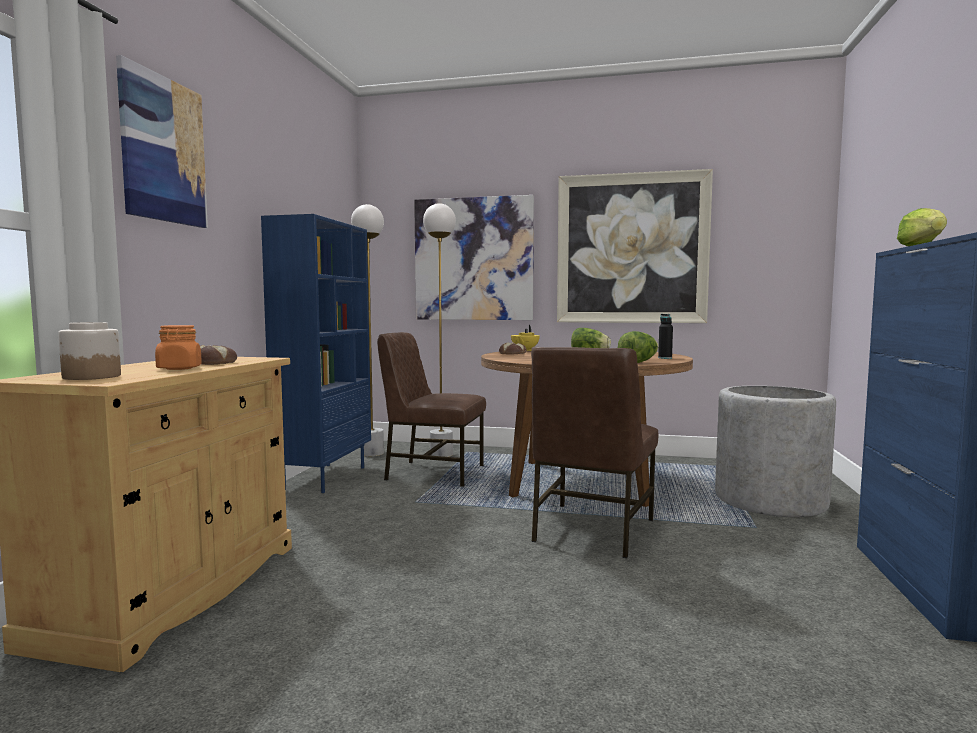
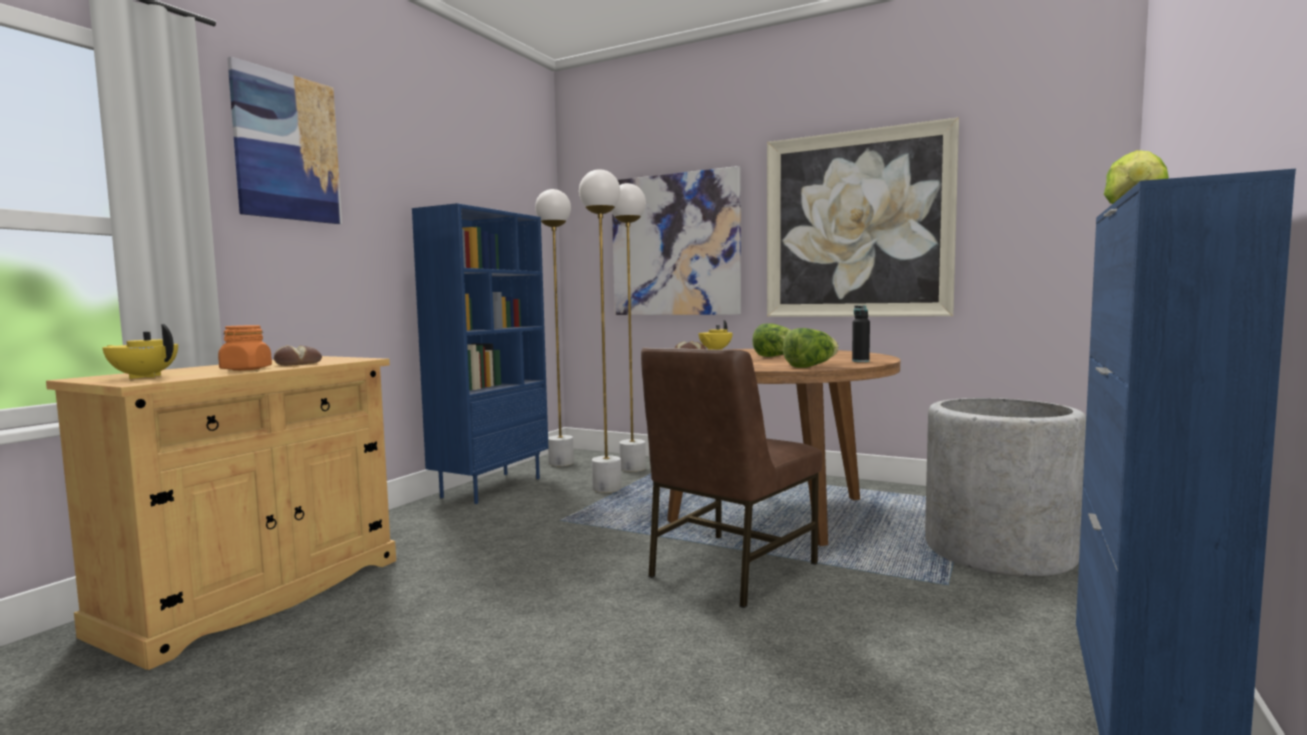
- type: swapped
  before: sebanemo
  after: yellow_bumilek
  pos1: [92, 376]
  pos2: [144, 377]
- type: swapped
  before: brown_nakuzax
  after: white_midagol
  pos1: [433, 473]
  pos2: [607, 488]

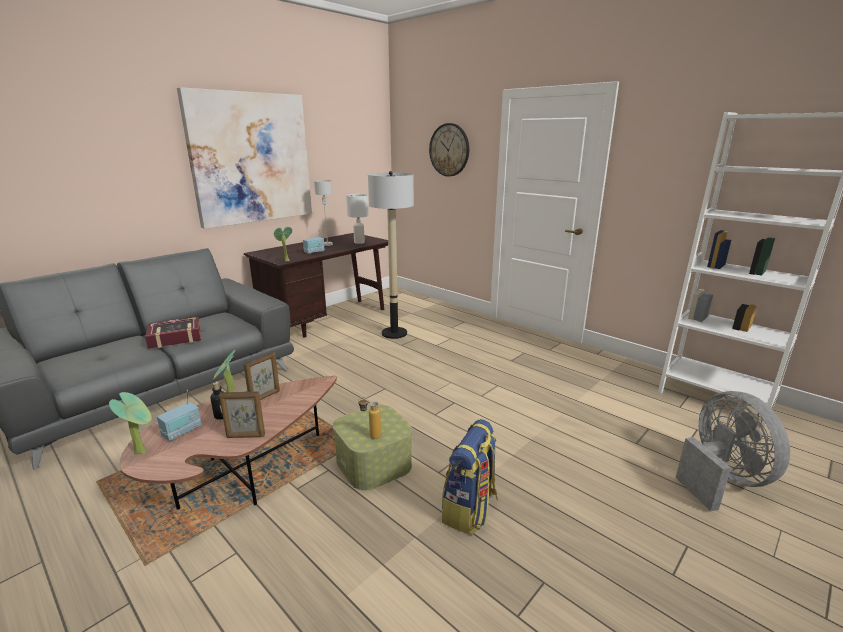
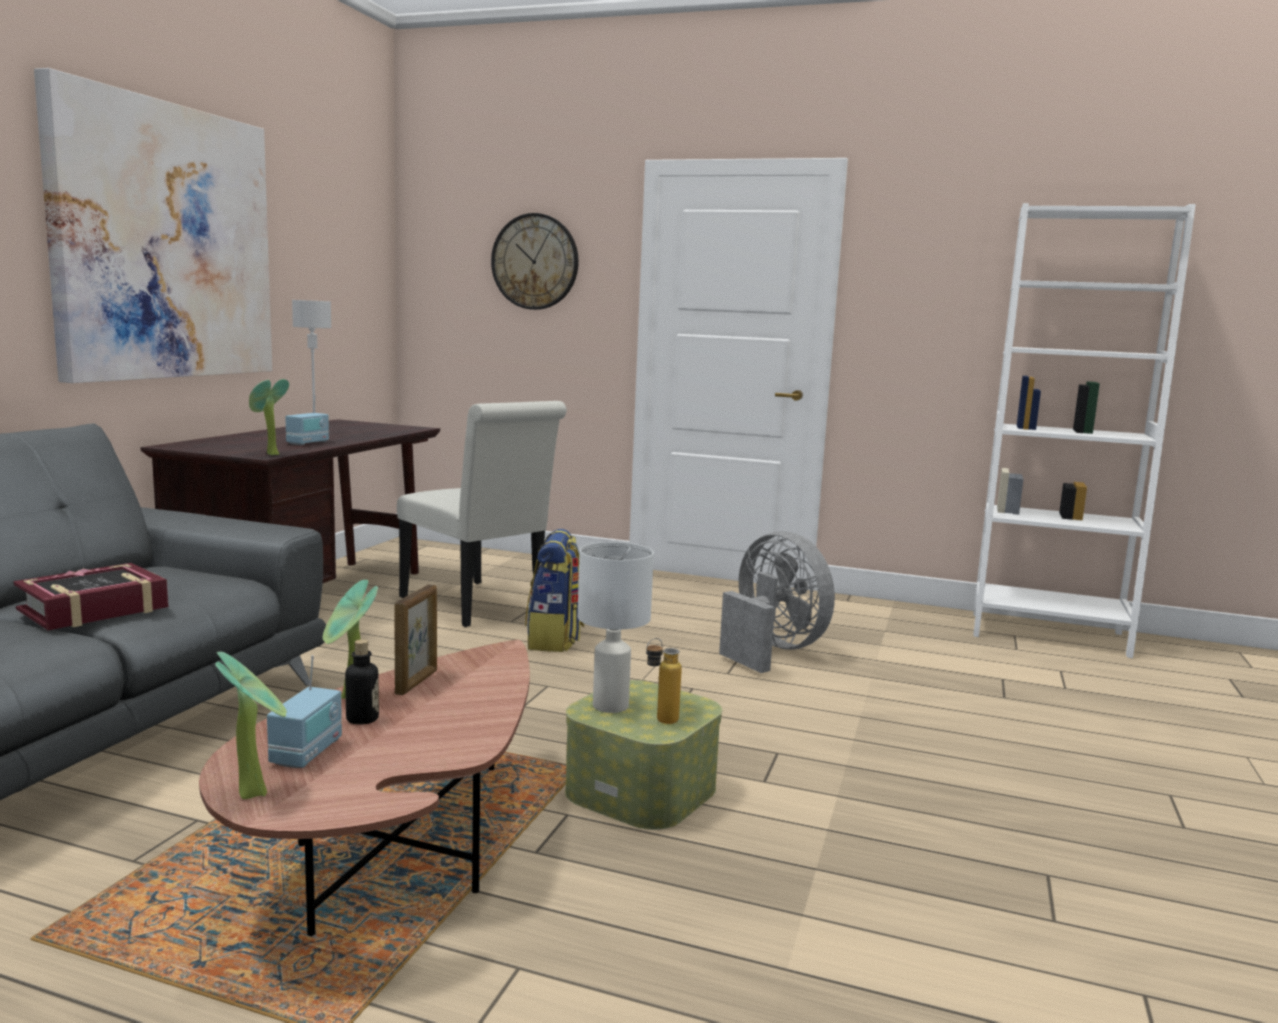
- type: swapped
  before: midagol
  after: white_nakuzax
  pos1: [394, 333]
  pos2: [478, 606]
- type: shifted
  before: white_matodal
  pos1: [359, 242]
  pos2: [611, 706]
- type: gone
  before: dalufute
  pos1: [246, 436]
- type: shifted
  before: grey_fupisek
  pos1: [721, 479]
  pos2: [772, 650]
- type: shifted
  before: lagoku
  pos1: [470, 510]
  pos2: [555, 640]

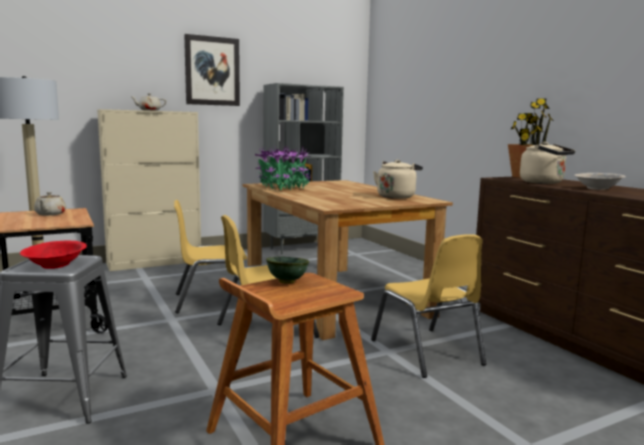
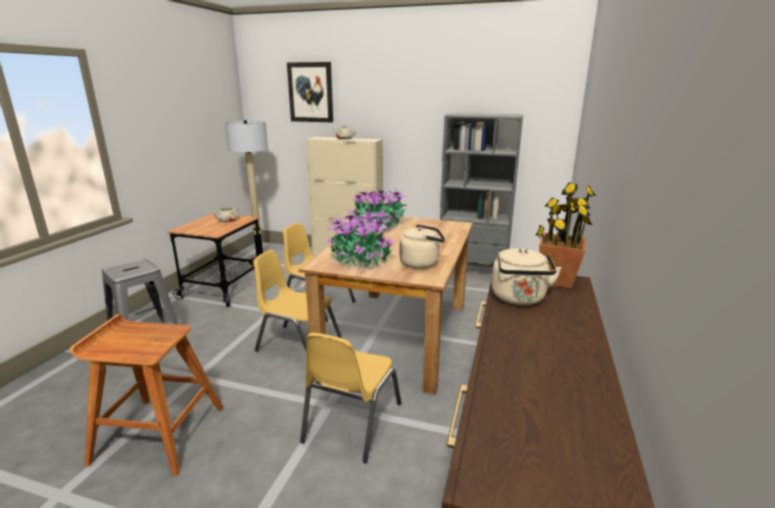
- type: shifted
  before: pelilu
  pos1: [212, 71]
  pos2: [310, 92]
- type: gone
  before: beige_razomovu
  pos1: [598, 188]
- type: gone
  before: red_razomovu
  pos1: [55, 265]
- type: gone
  before: green_razomovu
  pos1: [286, 282]
- type: new
  after: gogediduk
  pos2: [360, 259]

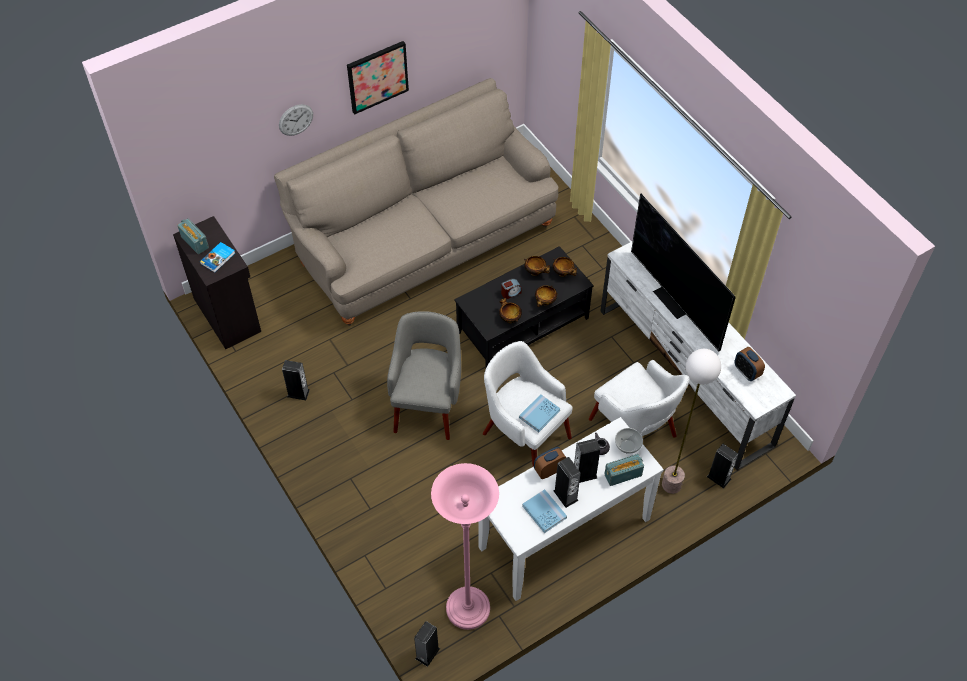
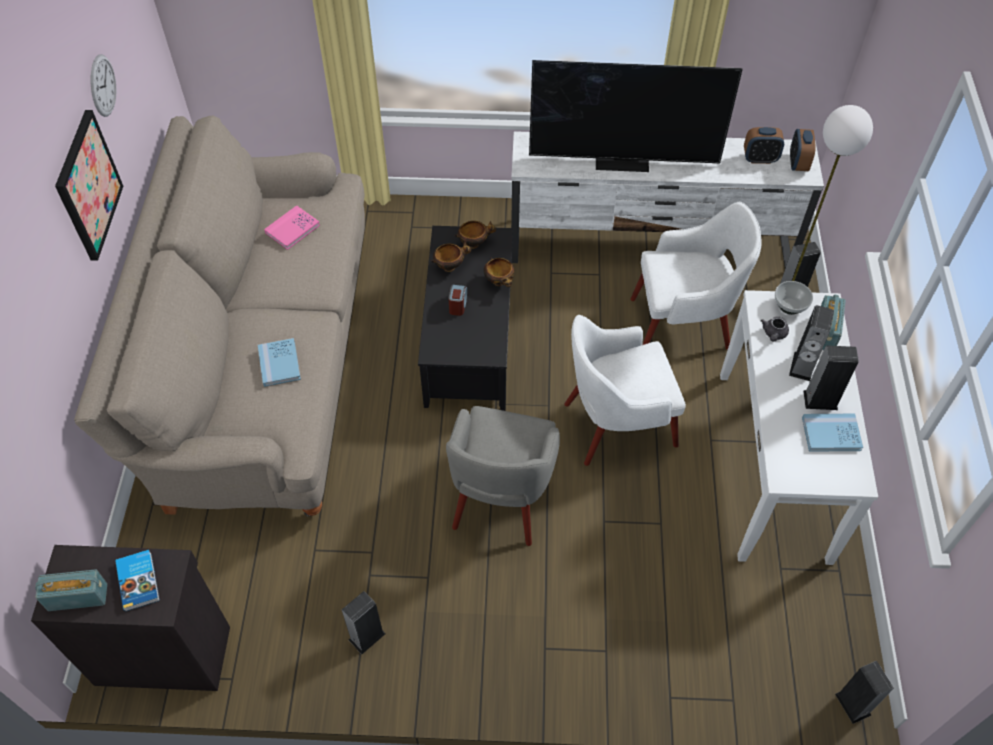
- type: shifted
  before: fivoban
  pos1: [296, 120]
  pos2: [103, 85]
- type: gone
  before: razomovu
  pos1: [509, 319]
- type: rotated
  before: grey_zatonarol
  pos1: [428, 404]
  pos2: [501, 497]
  turn: -120
- type: shifted
  before: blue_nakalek
  pos1: [539, 414]
  pos2: [279, 364]
- type: shifted
  before: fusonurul
  pos1: [549, 470]
  pos2: [797, 163]
- type: gone
  before: pink_midagol
  pos1: [468, 609]
- type: new
  after: pink_nakalek
  pos2: [292, 229]

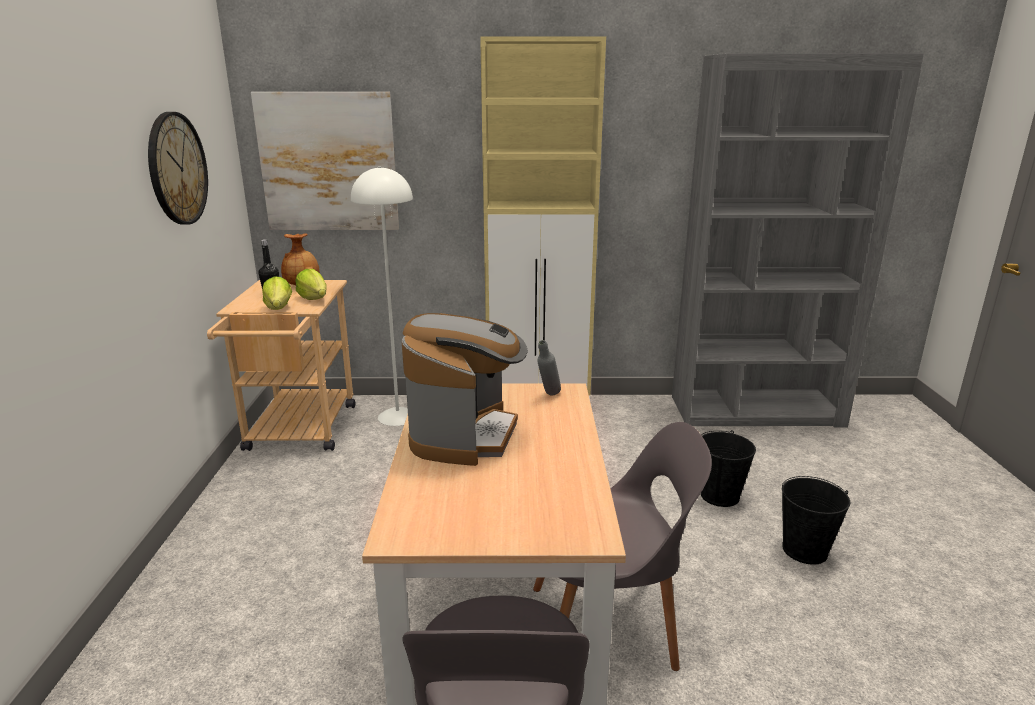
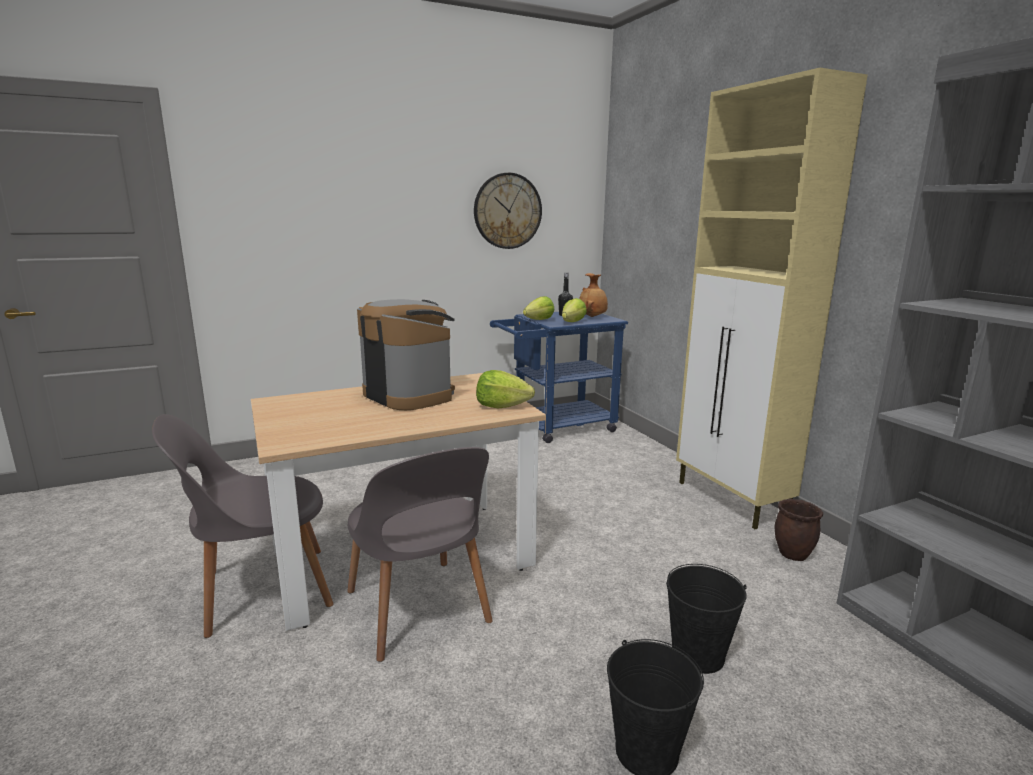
- type: gone
  before: pelilu
  pos1: [328, 162]
- type: gone
  before: white_midagol
  pos1: [398, 416]
- type: repainted
  before: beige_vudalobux
  after: blue_vudalobux
  pos1: [299, 433]
  pos2: [556, 427]
- type: rotated
  before: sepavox
  pos1: [465, 435]
  pos2: [409, 395]
  turn: -120
- type: swapped
  before: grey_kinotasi
  after: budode
  pos1: [548, 396]
  pos2: [502, 406]
- type: new
  after: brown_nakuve
  pos2: [793, 555]

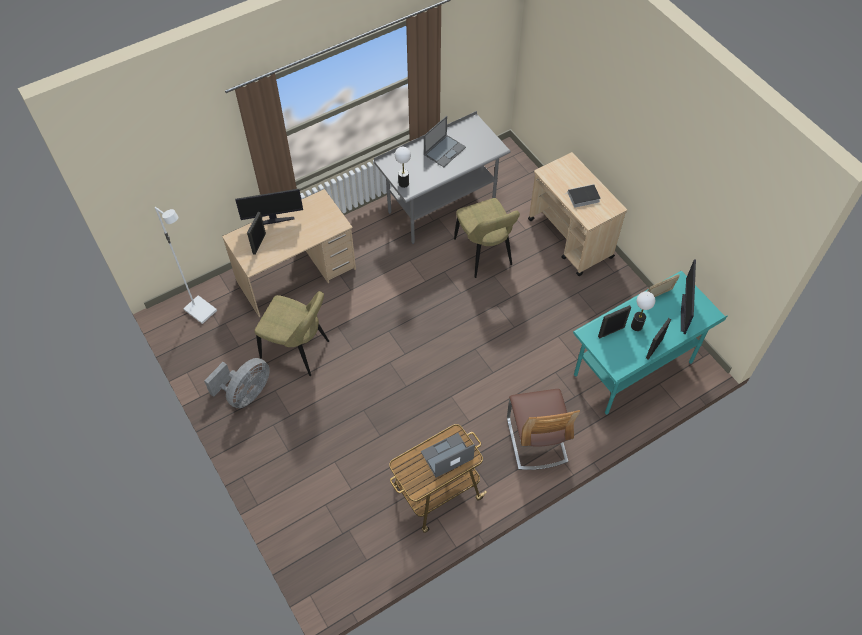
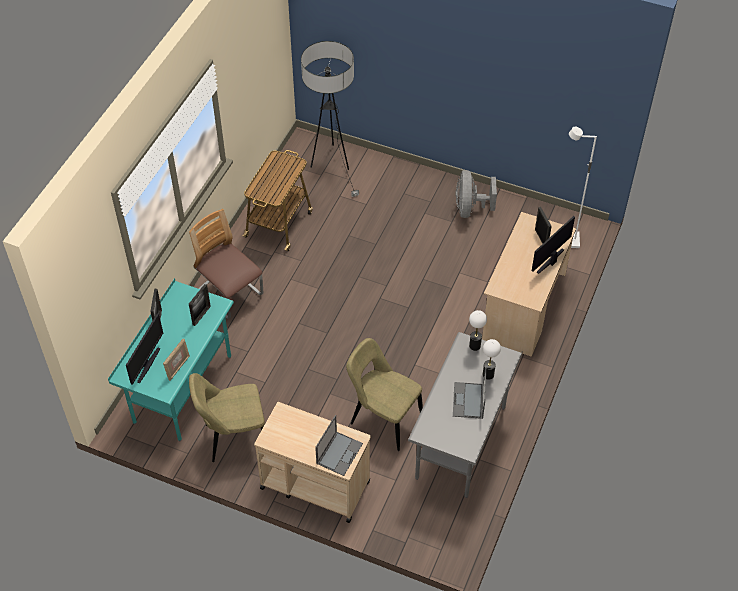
- type: gone
  before: nakalek
  pos1: [582, 197]
- type: rotated
  before: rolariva
  pos1: [684, 313]
  pos2: [147, 365]
  turn: 45
- type: shifted
  before: beige_nakuzax
  pos1: [298, 350]
  pos2: [234, 438]
- type: shifted
  before: matodal
  pos1: [636, 326]
  pos2: [488, 375]
- type: shifted
  before: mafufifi
  pos1: [446, 456]
  pos2: [339, 453]
- type: new
  after: midagol
  pos2: [332, 164]

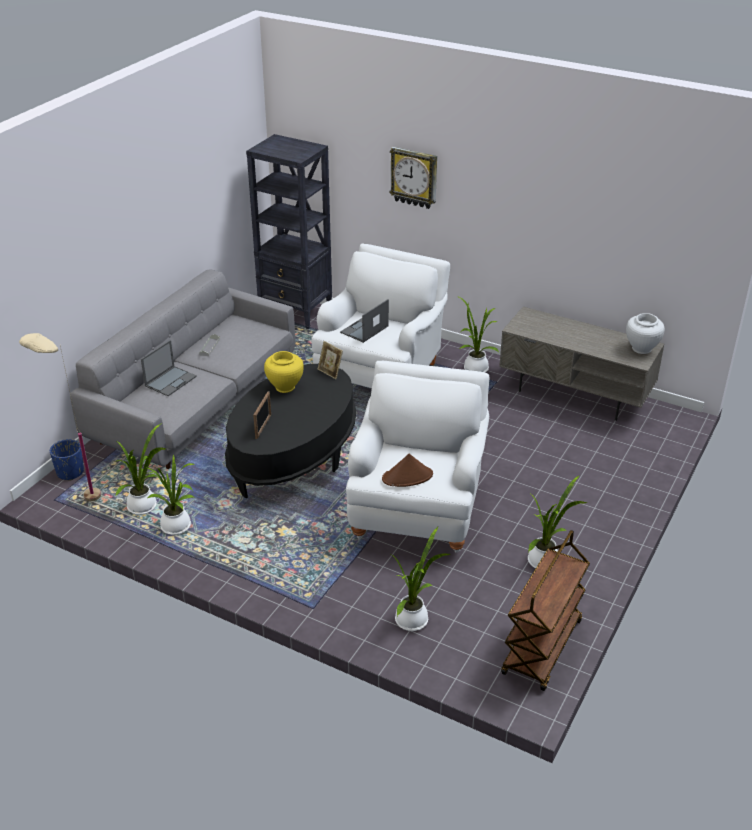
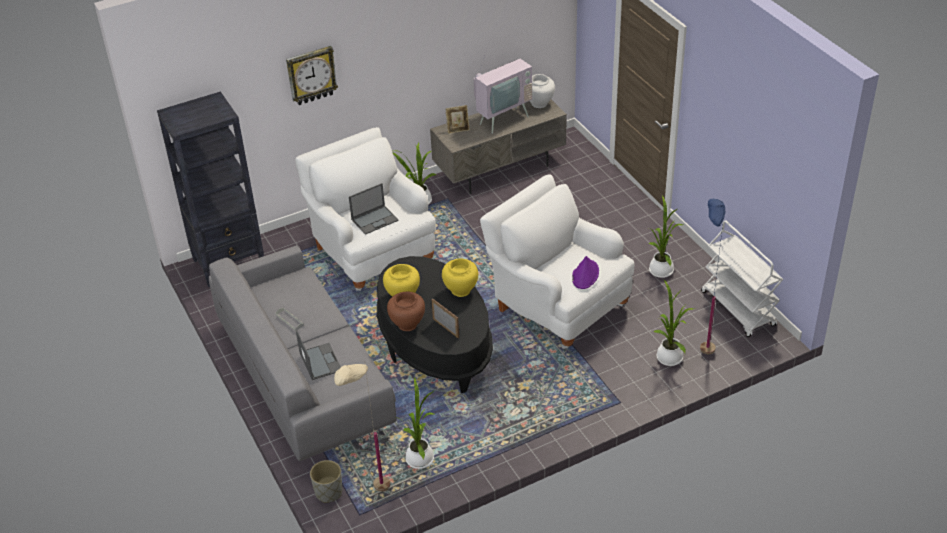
- type: rotated
  before: mafufifi
  pos1: [364, 329]
  pos2: [375, 220]
  turn: -105
- type: shifted
  before: dalufute
  pos1: [330, 372]
  pos2: [458, 129]
- type: repainted
  before: blue_nakuve
  after: grey_nakuve
  pos1: [70, 472]
  pos2: [328, 492]
- type: gone
  before: gogediduk
  pos1: [177, 527]
- type: repainted
  before: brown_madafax
  after: purple_madafax
  pos1: [407, 477]
  pos2: [585, 275]
- type: repainted
  before: brown_vudalobux
  after: white_vudalobux
  pos1: [542, 648]
  pos2: [738, 309]
- type: new
  after: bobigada
  pos2: [501, 118]
- type: new
  after: blue_midagol
  pos2: [703, 343]
- type: new
  after: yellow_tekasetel
  pos2: [461, 290]
- type: new
  after: brown_tekasetel
  pos2: [407, 324]

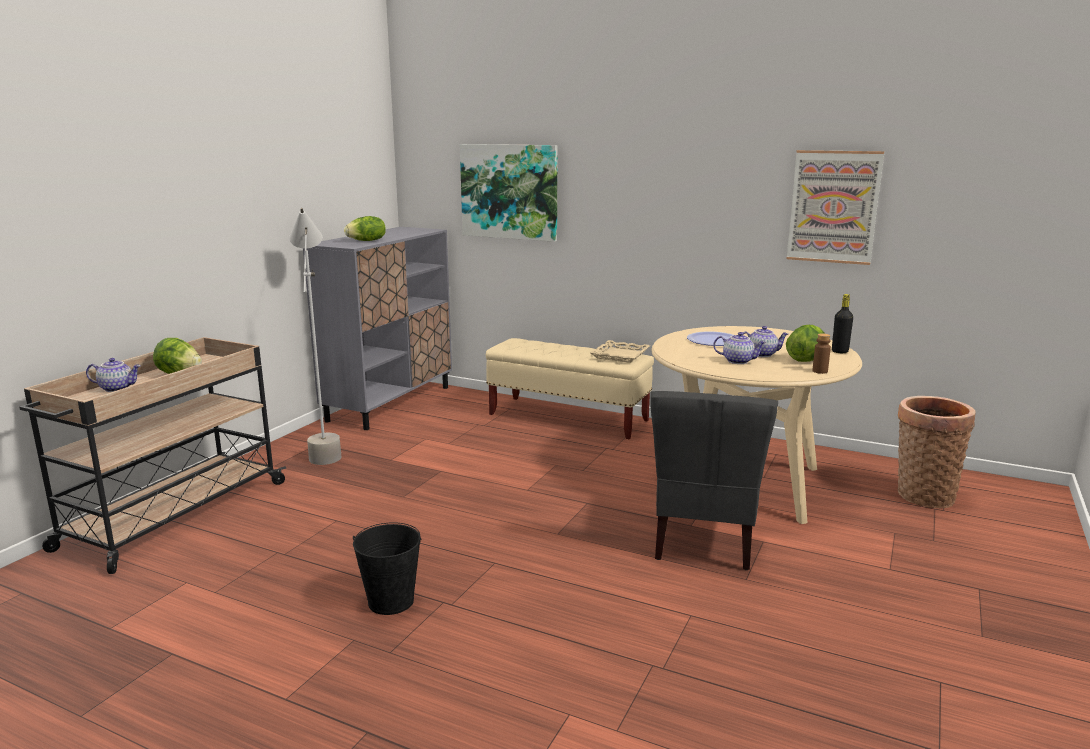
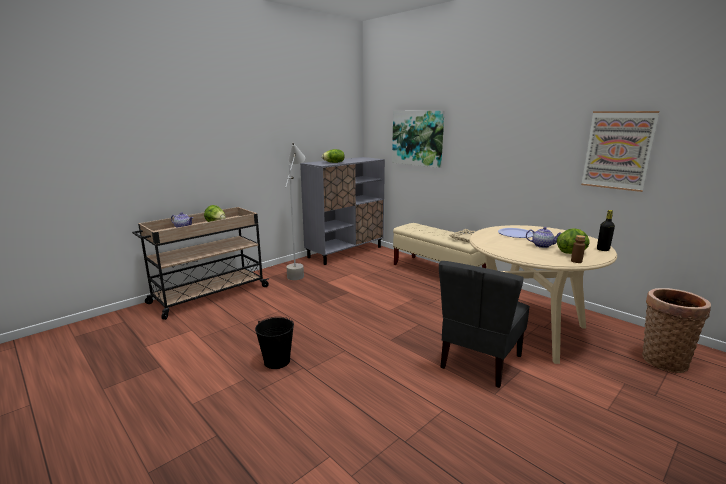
- type: gone
  before: bumilek
  pos1: [738, 361]

